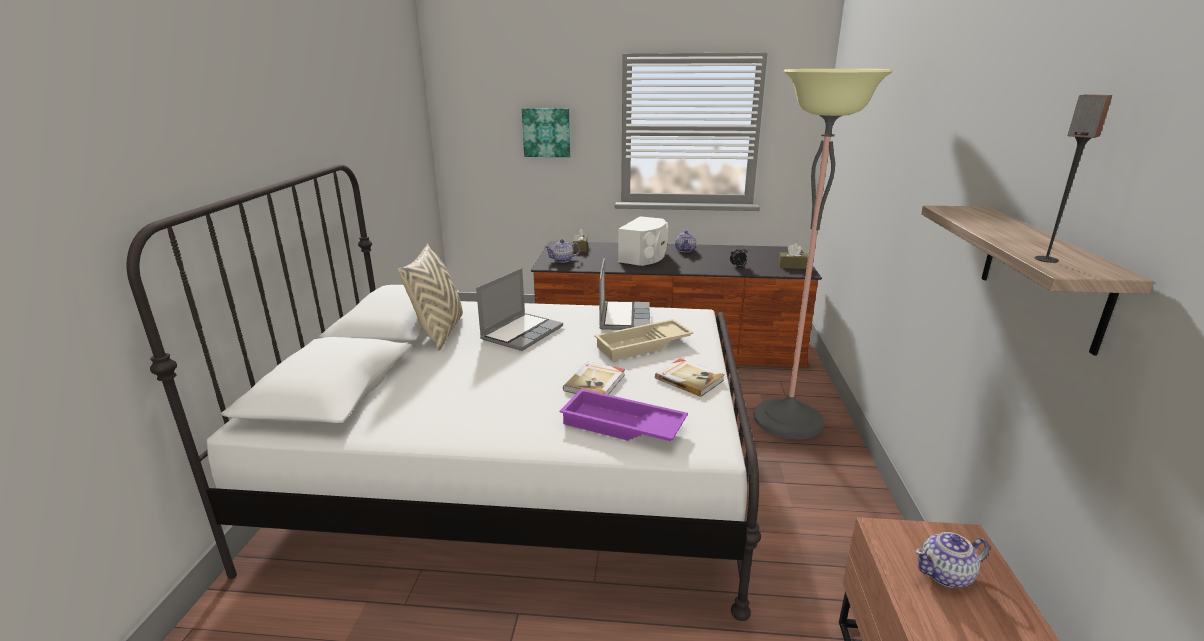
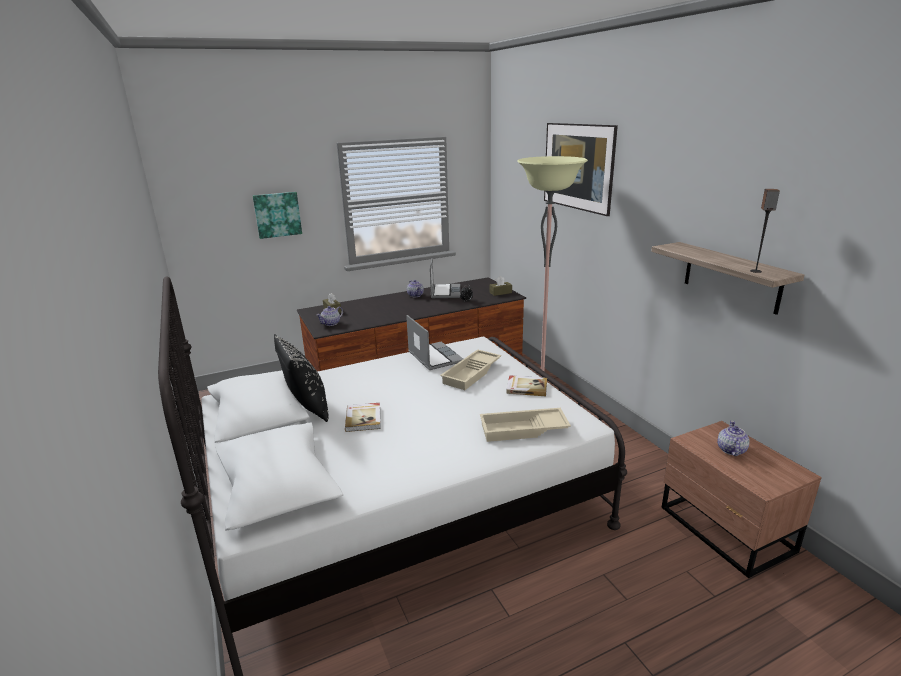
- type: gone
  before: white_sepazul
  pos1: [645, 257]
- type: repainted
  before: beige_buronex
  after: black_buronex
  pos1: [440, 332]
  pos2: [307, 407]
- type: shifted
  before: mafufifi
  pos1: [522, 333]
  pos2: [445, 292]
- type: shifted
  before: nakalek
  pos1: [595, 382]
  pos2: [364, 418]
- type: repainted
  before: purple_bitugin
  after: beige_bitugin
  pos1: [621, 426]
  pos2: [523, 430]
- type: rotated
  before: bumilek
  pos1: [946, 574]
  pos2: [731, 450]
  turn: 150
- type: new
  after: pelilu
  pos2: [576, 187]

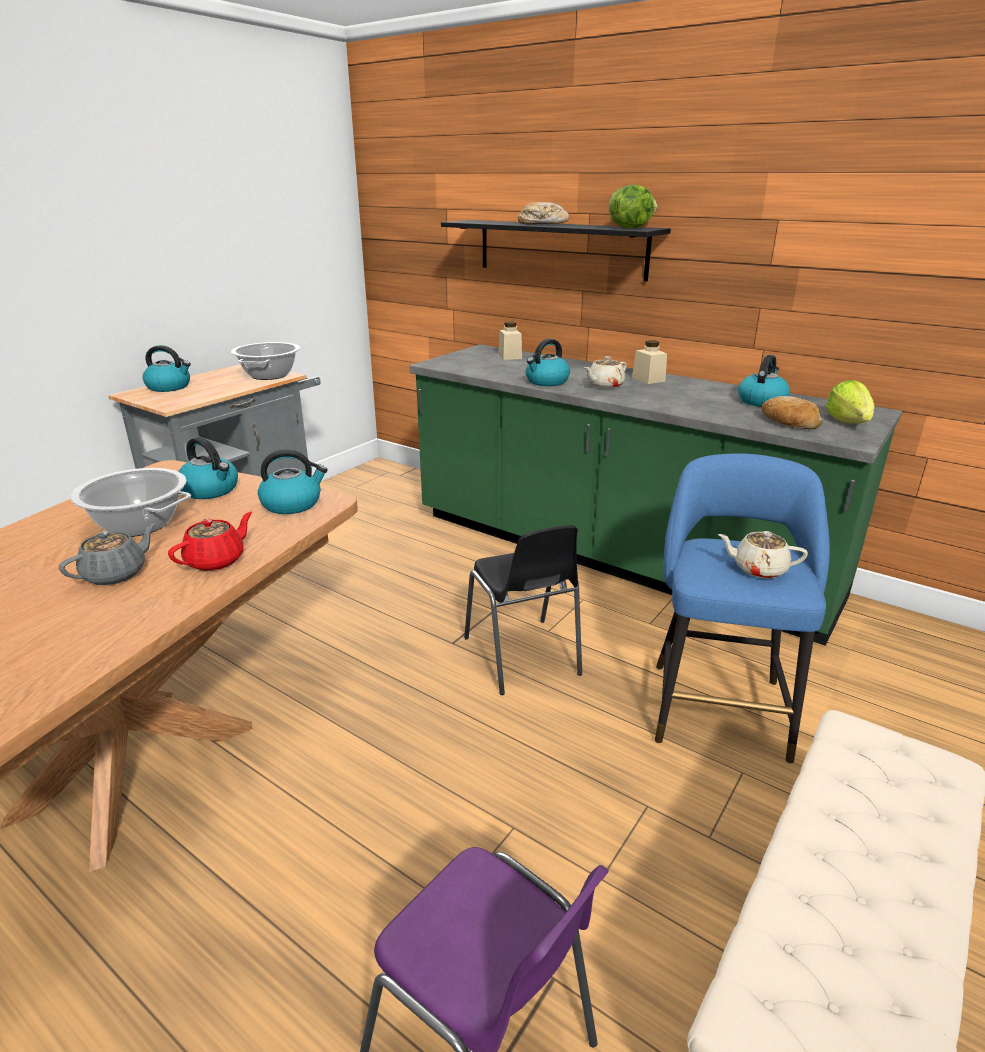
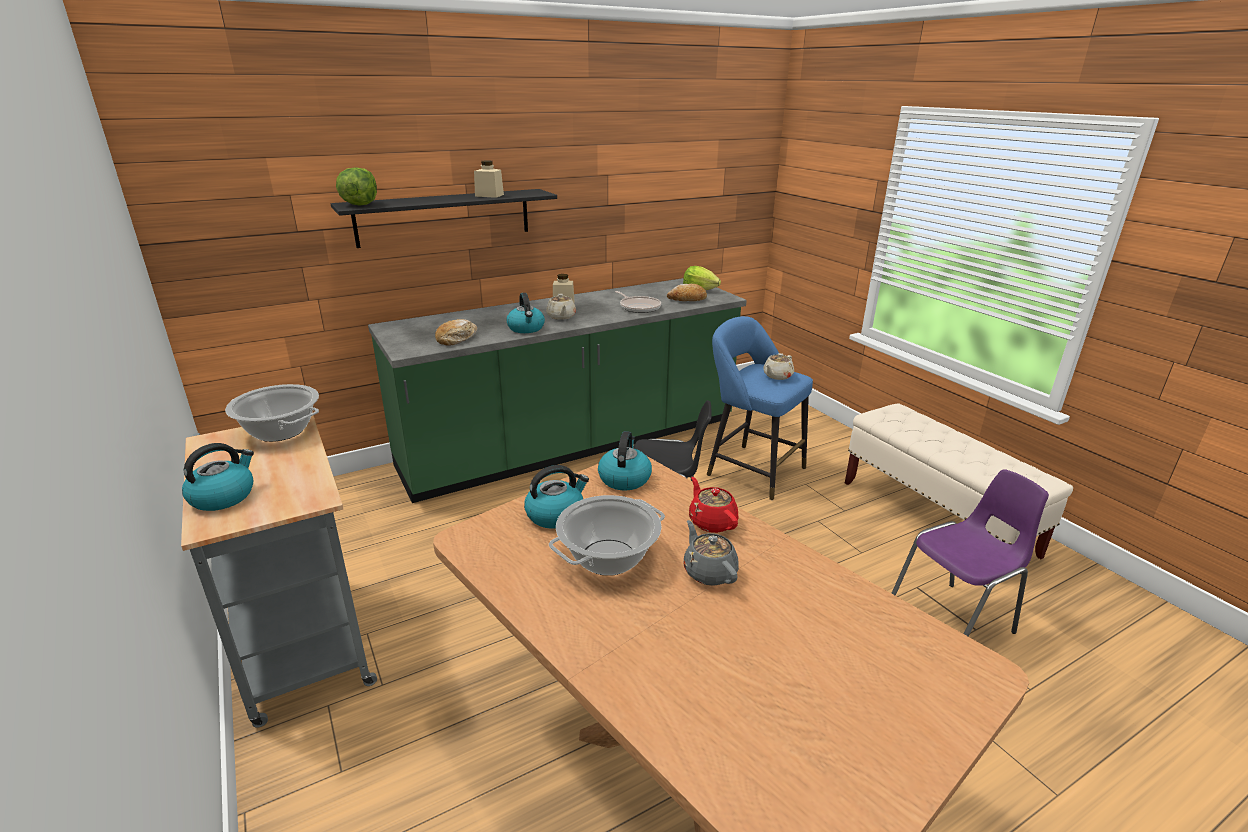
- type: shifted
  before: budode
  pos1: [629, 228]
  pos2: [359, 204]
- type: shifted
  before: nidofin
  pos1: [542, 223]
  pos2: [457, 339]
- type: shifted
  before: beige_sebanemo
  pos1: [510, 356]
  pos2: [489, 195]
- type: gone
  before: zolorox
  pos1: [761, 401]
- type: new
  after: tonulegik
  pos2: [639, 307]

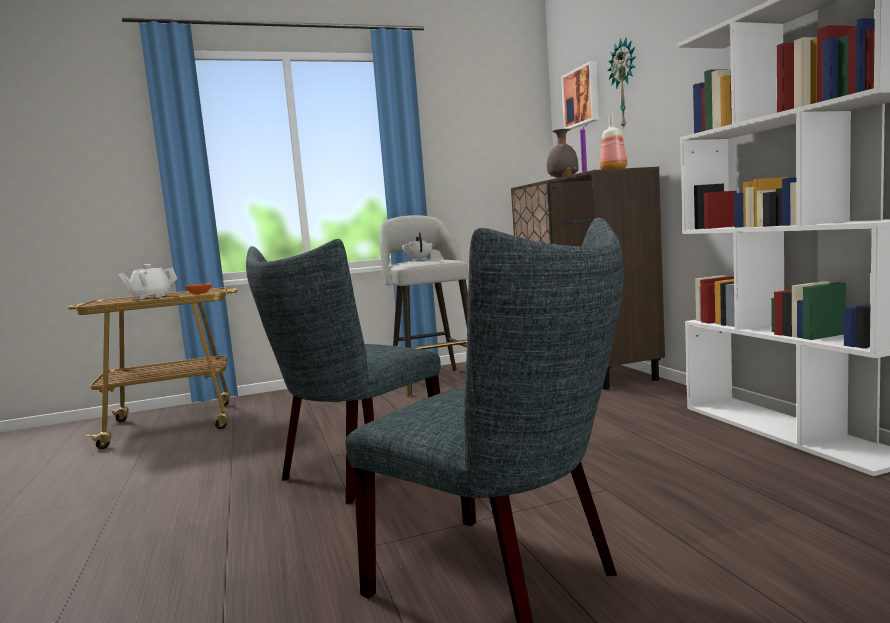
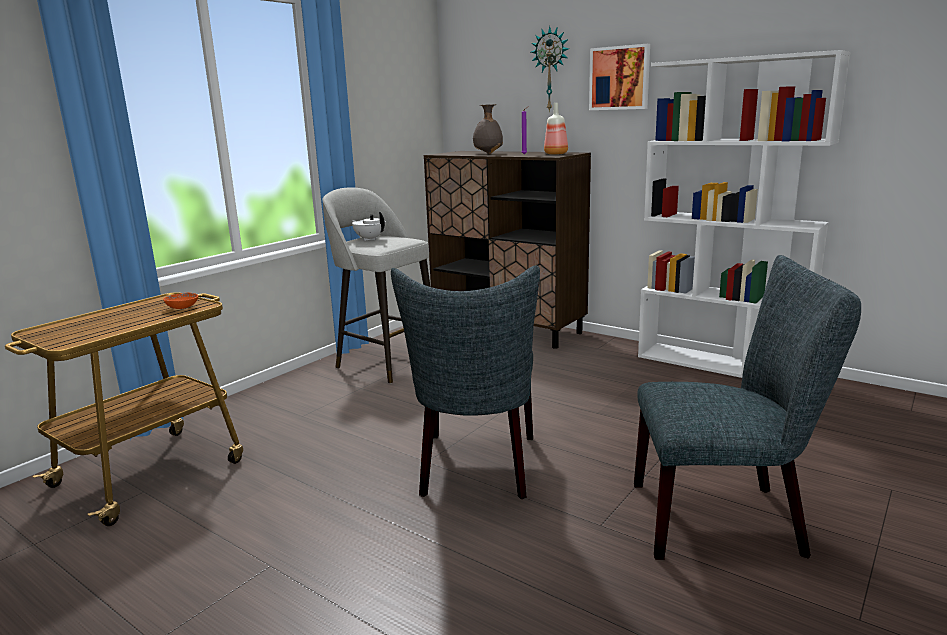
- type: shifted
  before: pelilu
  pos1: [582, 97]
  pos2: [620, 78]
- type: gone
  before: white_bumilek
  pos1: [151, 297]

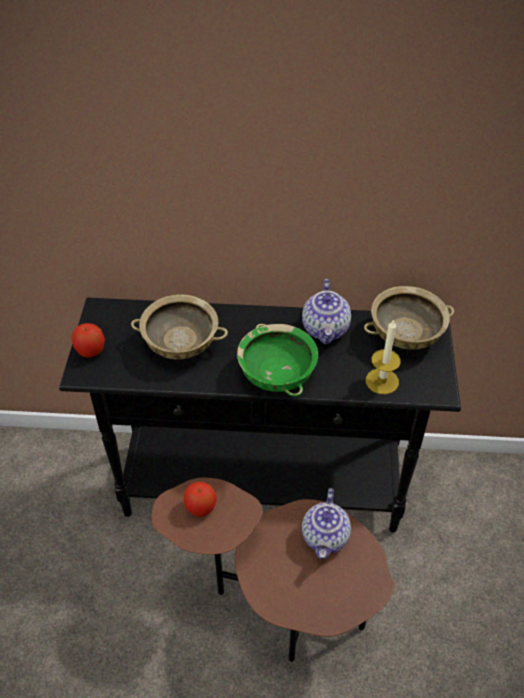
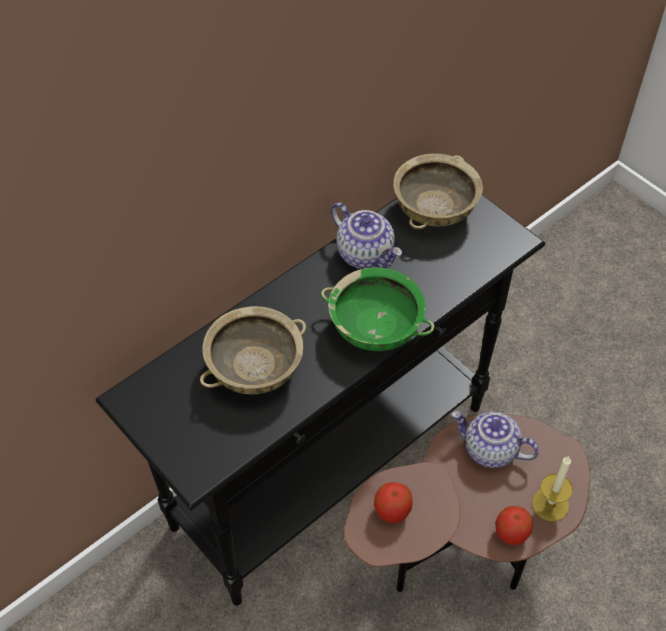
- type: shifted
  before: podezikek
  pos1: [382, 381]
  pos2: [550, 504]
- type: shifted
  before: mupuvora
  pos1: [90, 351]
  pos2: [511, 534]
- type: rotated
  before: bumilek
  pos1: [325, 537]
  pos2: [489, 450]
  turn: 150

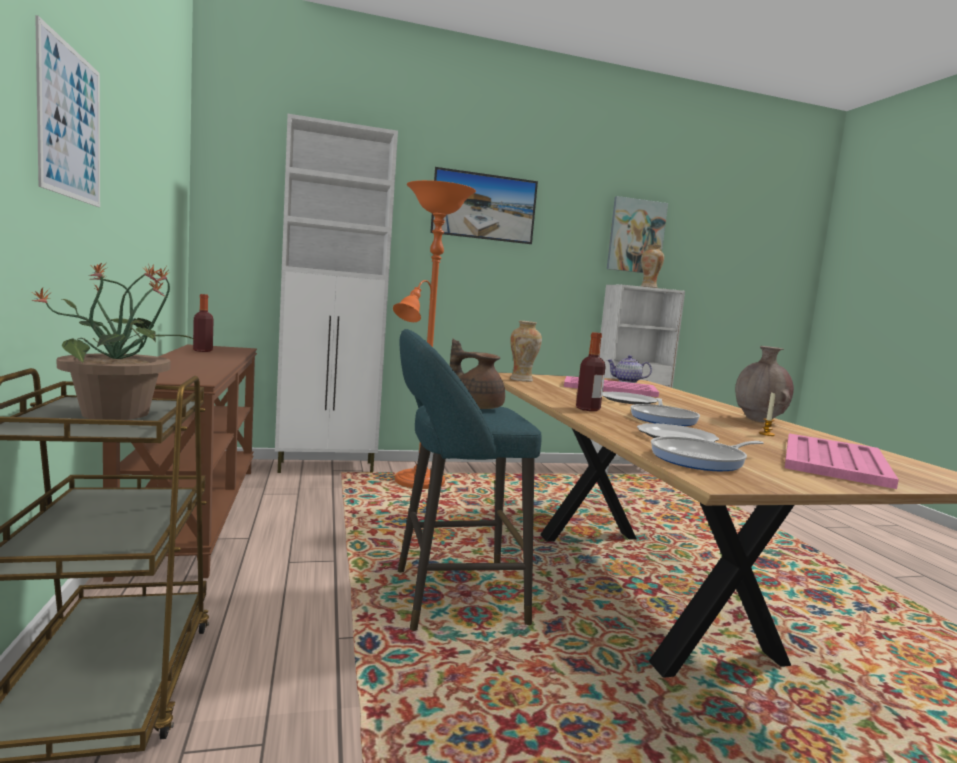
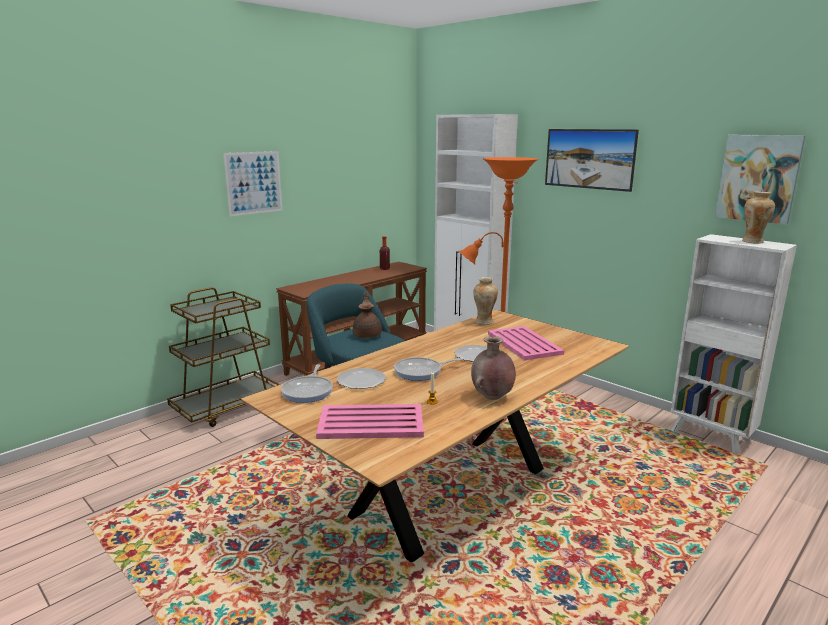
- type: gone
  before: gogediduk
  pos1: [118, 414]
- type: gone
  before: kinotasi
  pos1: [588, 409]
- type: gone
  before: bumilek
  pos1: [627, 381]
- type: rotated
  before: tonulegik
  pos1: [701, 460]
  pos2: [308, 391]
  turn: -120

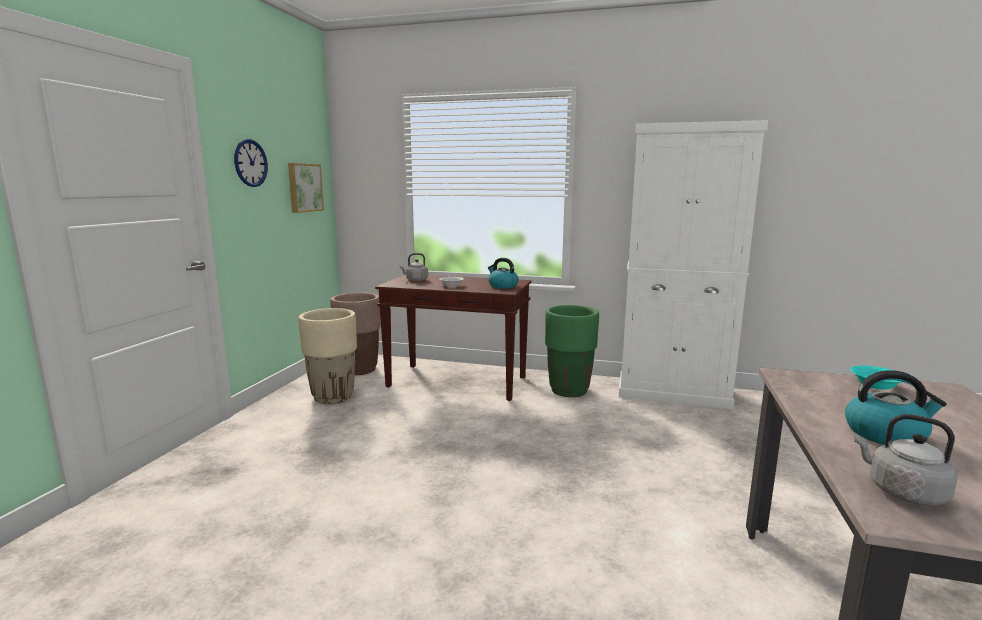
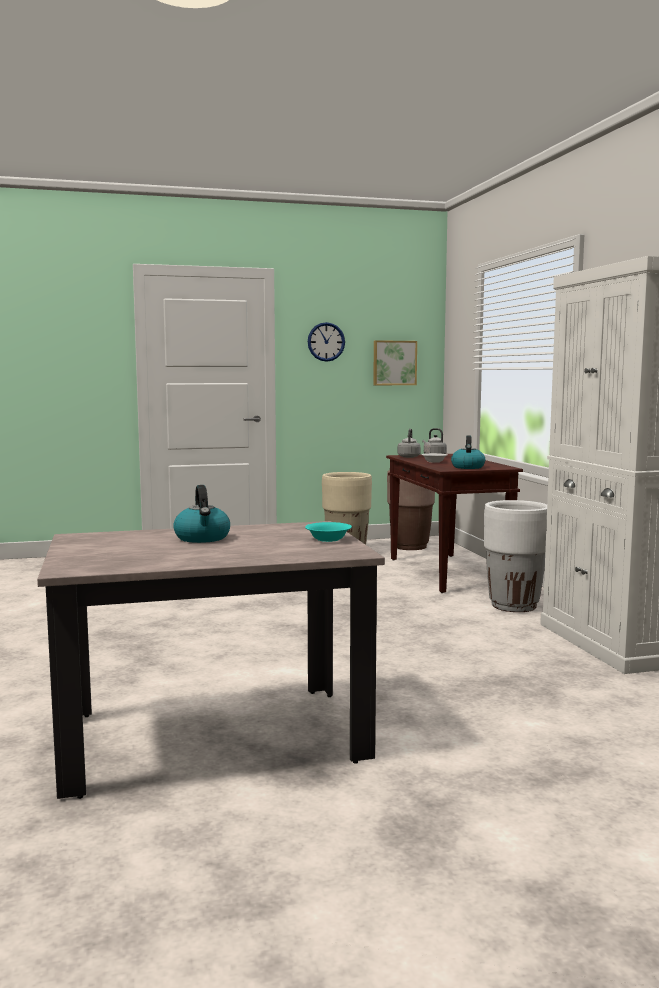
- type: repainted
  before: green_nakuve
  after: white_nakuve
  pos1: [569, 390]
  pos2: [513, 606]
- type: shifted
  before: grey_zolorox
  pos1: [902, 492]
  pos2: [409, 457]

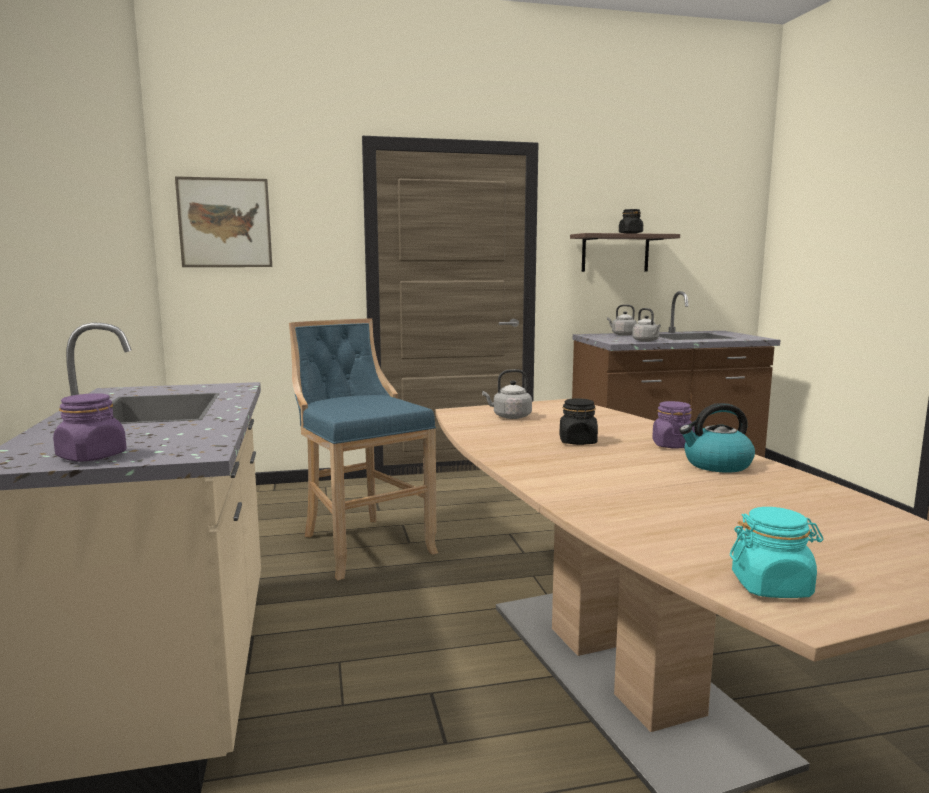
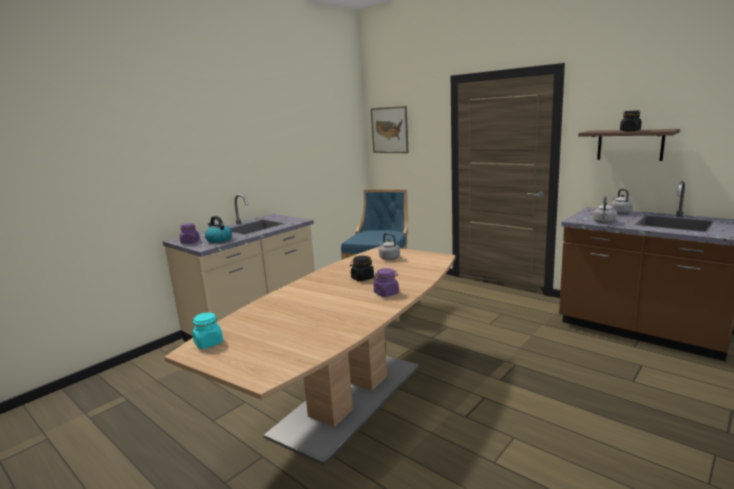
- type: shifted
  before: zolorox
  pos1: [716, 465]
  pos2: [219, 240]

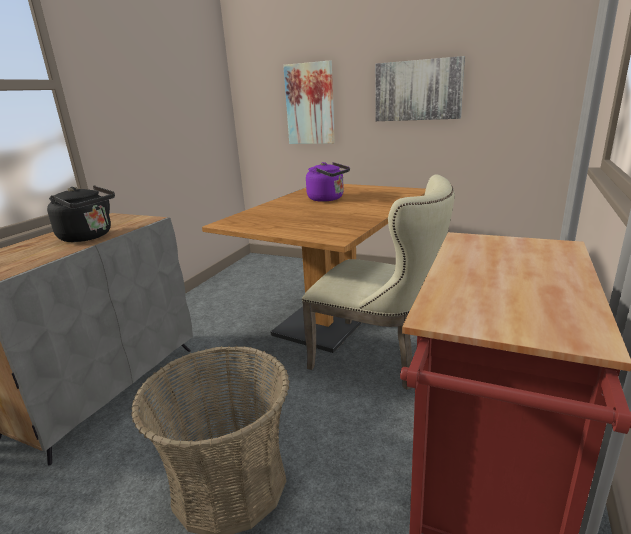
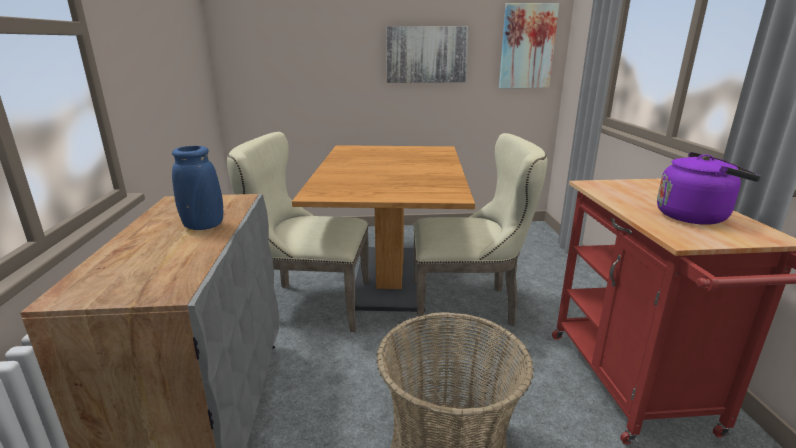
- type: shifted
  before: pelilu
  pos1: [310, 104]
  pos2: [527, 46]
- type: shifted
  before: purple_zolorox
  pos1: [328, 199]
  pos2: [695, 216]
- type: swapped
  before: black_zolorox
  after: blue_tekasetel
  pos1: [89, 237]
  pos2: [203, 226]
- type: new
  after: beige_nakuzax
  pos2: [309, 303]

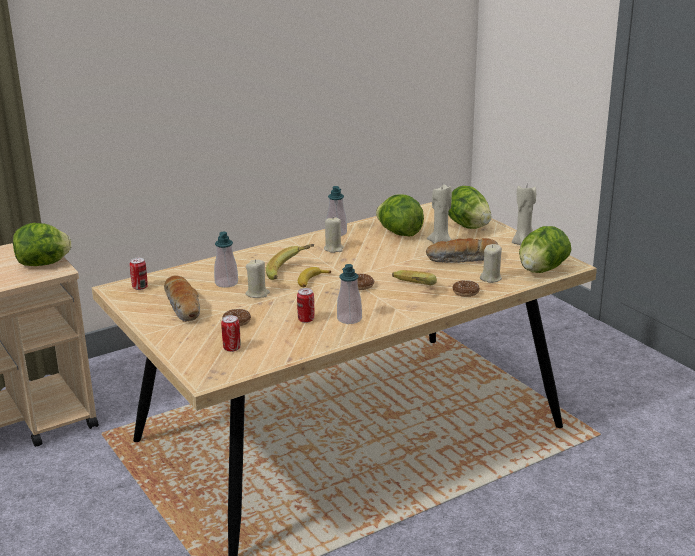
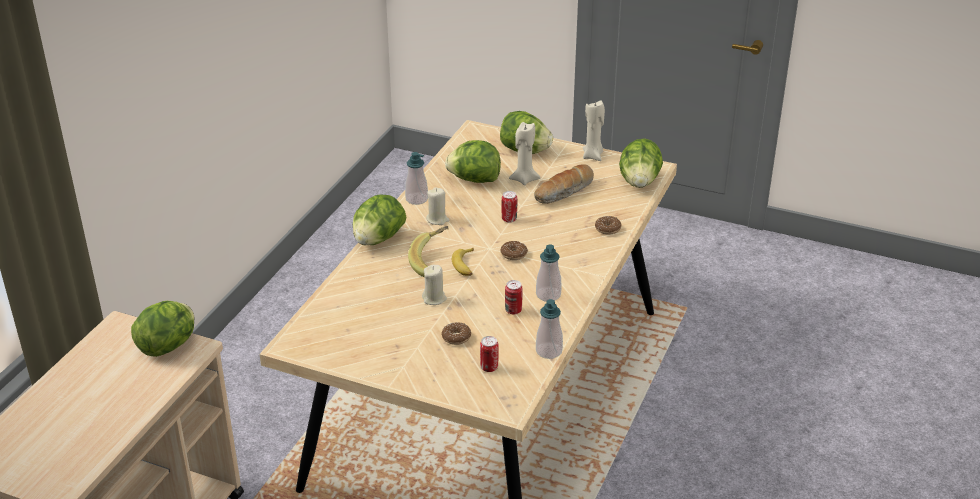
- type: shifted
  before: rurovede
  pos1: [226, 283]
  pos2: [549, 351]
- type: gone
  before: beige_podezikek
  pos1: [491, 278]
- type: shifted
  before: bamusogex
  pos1: [140, 287]
  pos2: [509, 219]
- type: gone
  before: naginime
  pos1: [410, 290]
- type: gone
  before: nidofin
  pos1: [184, 307]
- type: new
  after: budode
  pos2: [378, 239]

